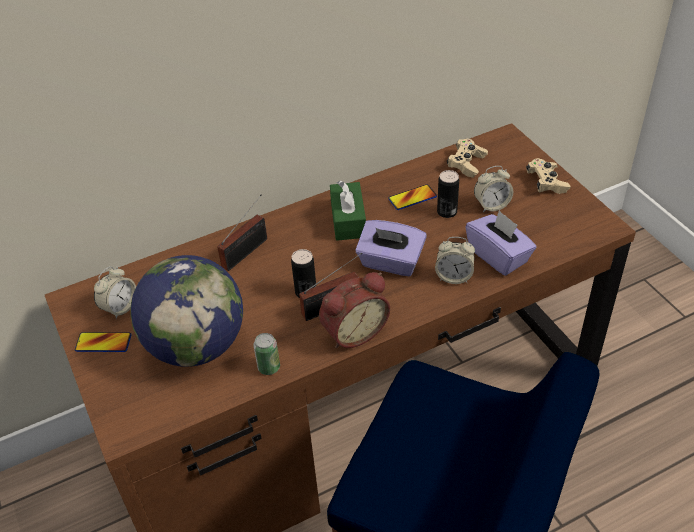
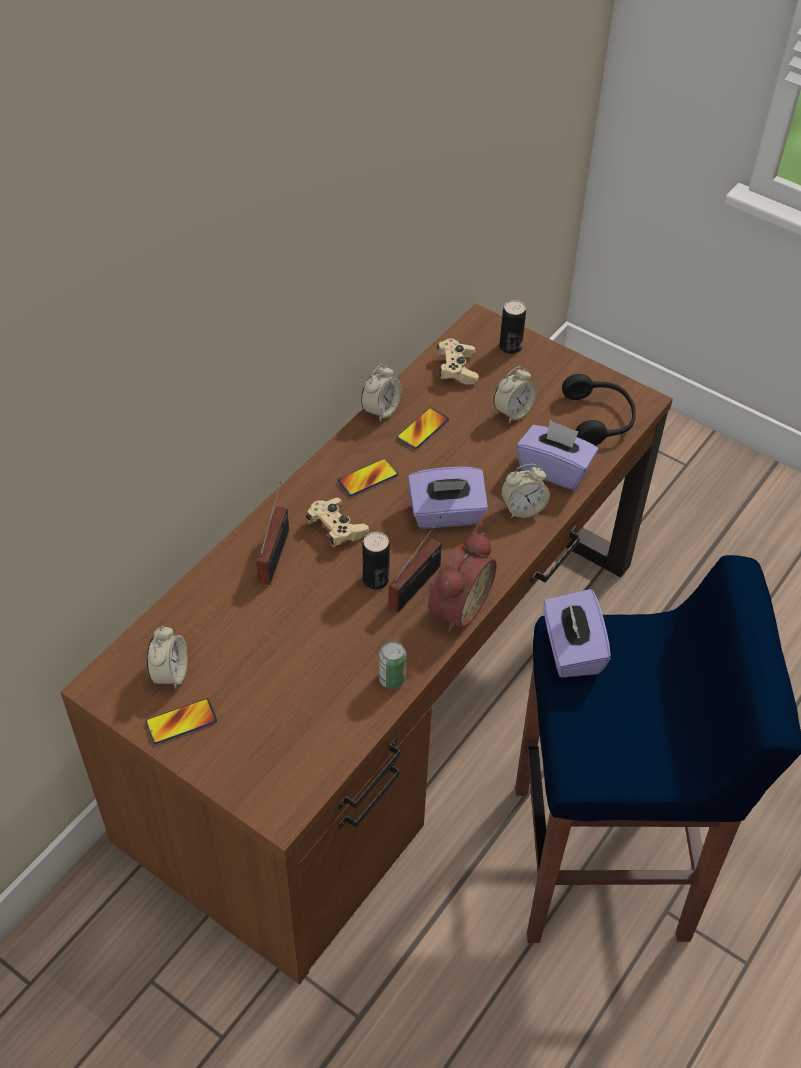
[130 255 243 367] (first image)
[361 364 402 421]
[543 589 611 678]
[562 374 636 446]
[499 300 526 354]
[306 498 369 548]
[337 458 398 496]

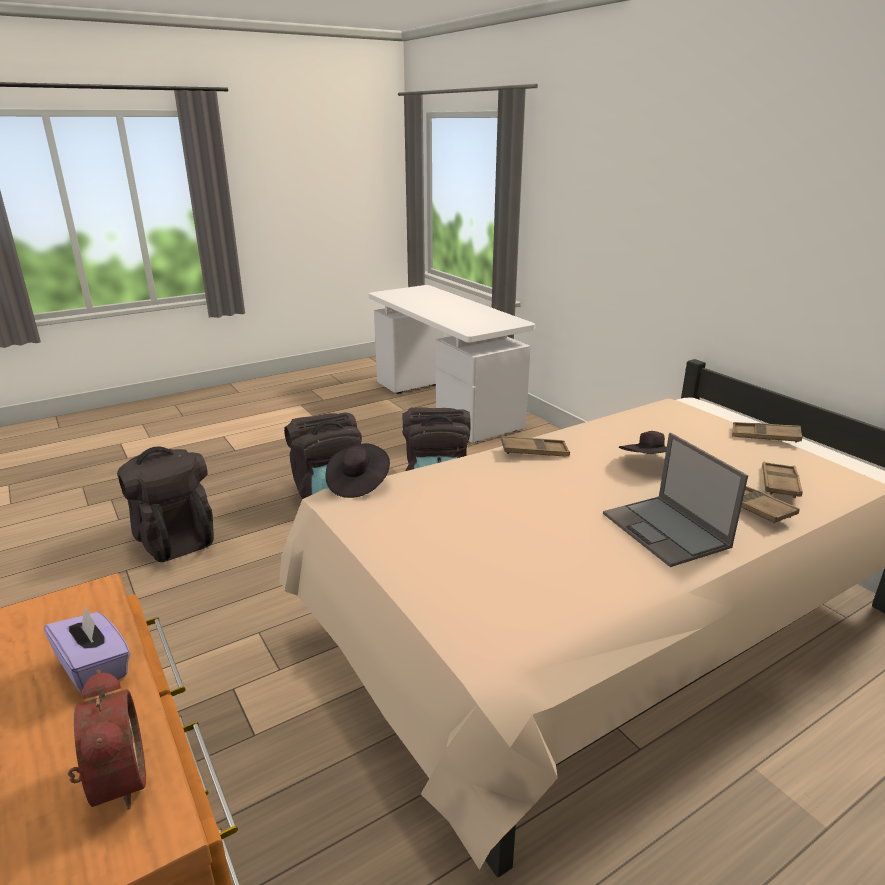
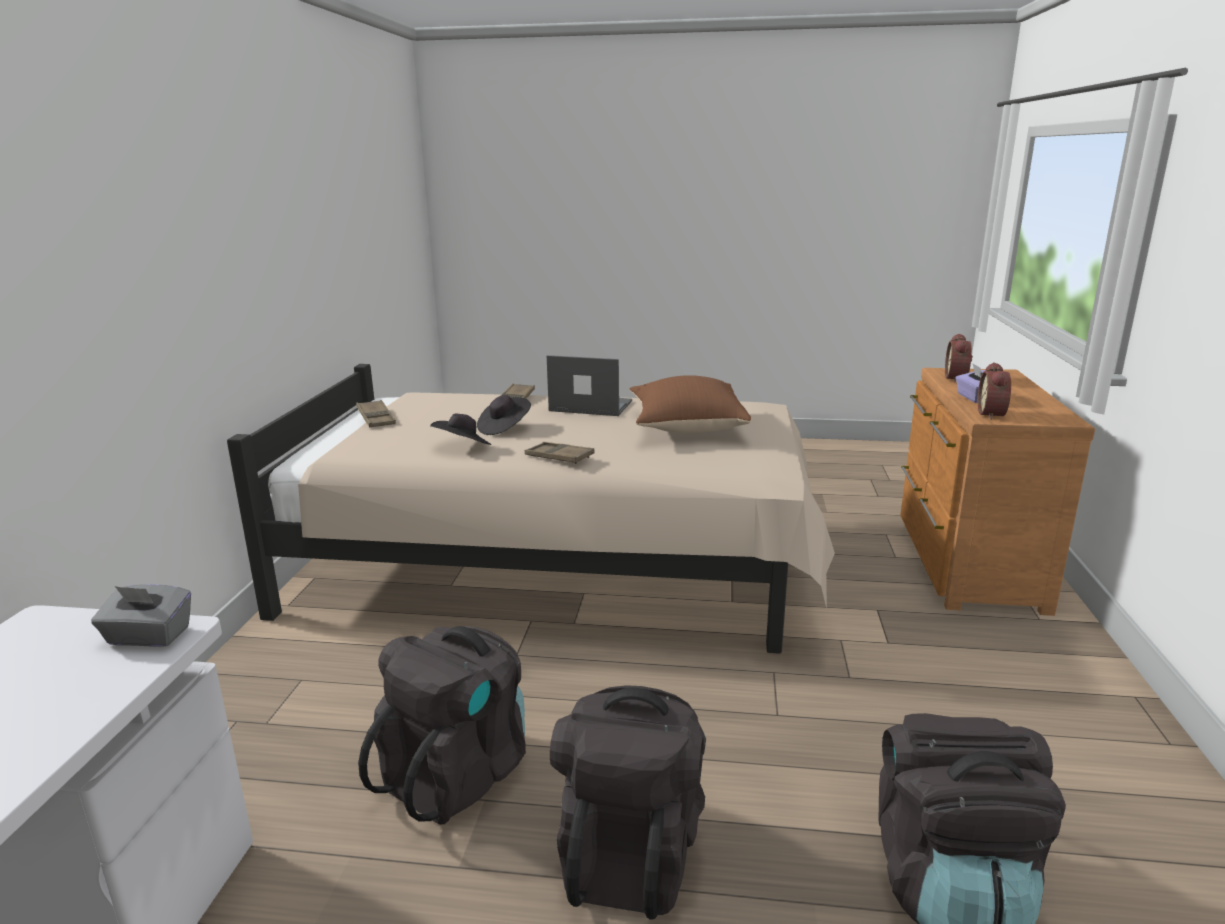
[762 462 803 498] (first image)
[91 584 191 647]
[630 375 751 433]
[978 362 1011 420]
[430 413 492 445]
[547 355 632 416]

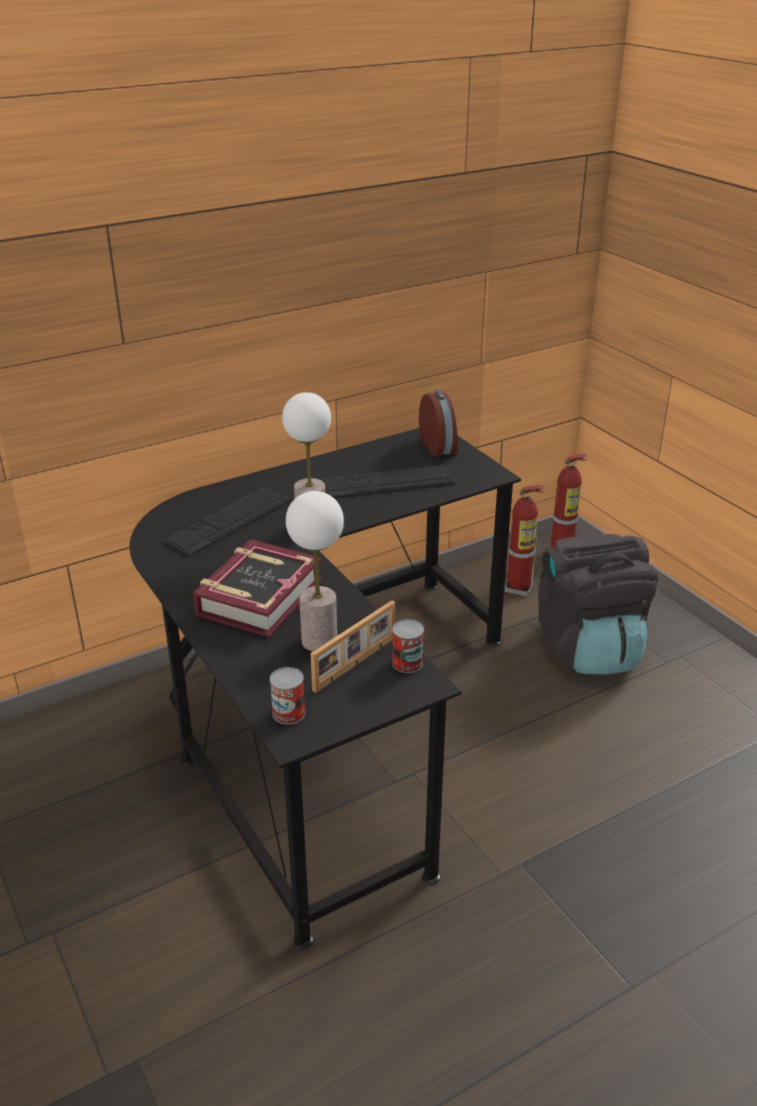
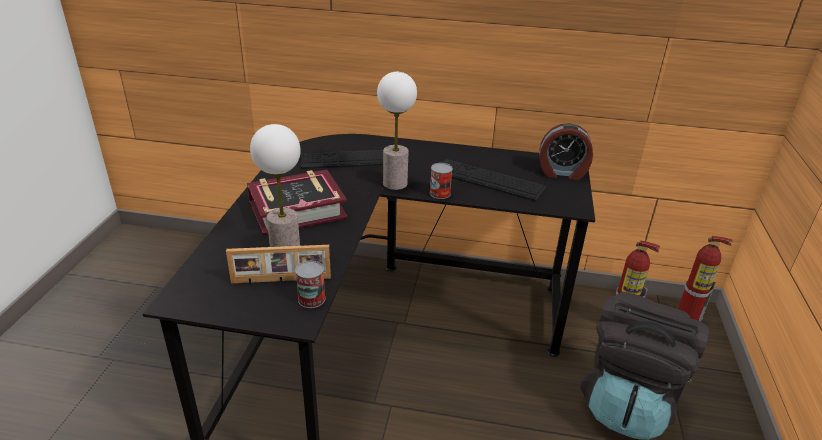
[430 163 453 199]
[539 123 593 180]

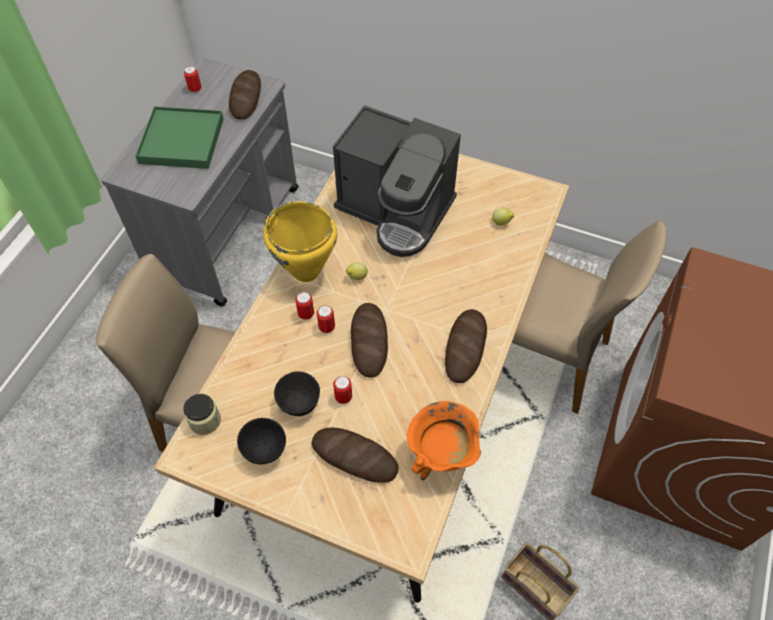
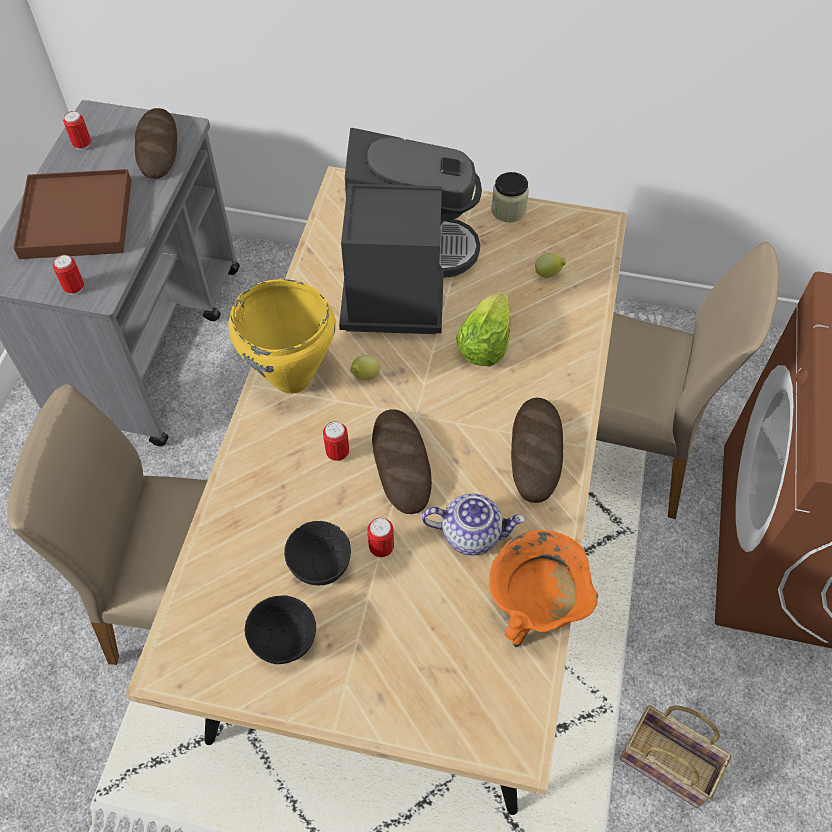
[312 428 398 483] (first image)
[422 493 525 555]
[456 291 510 366]
[491 172 529 222]
[53 255 84 295]
[13 169 131 259]
[339 128 482 334]

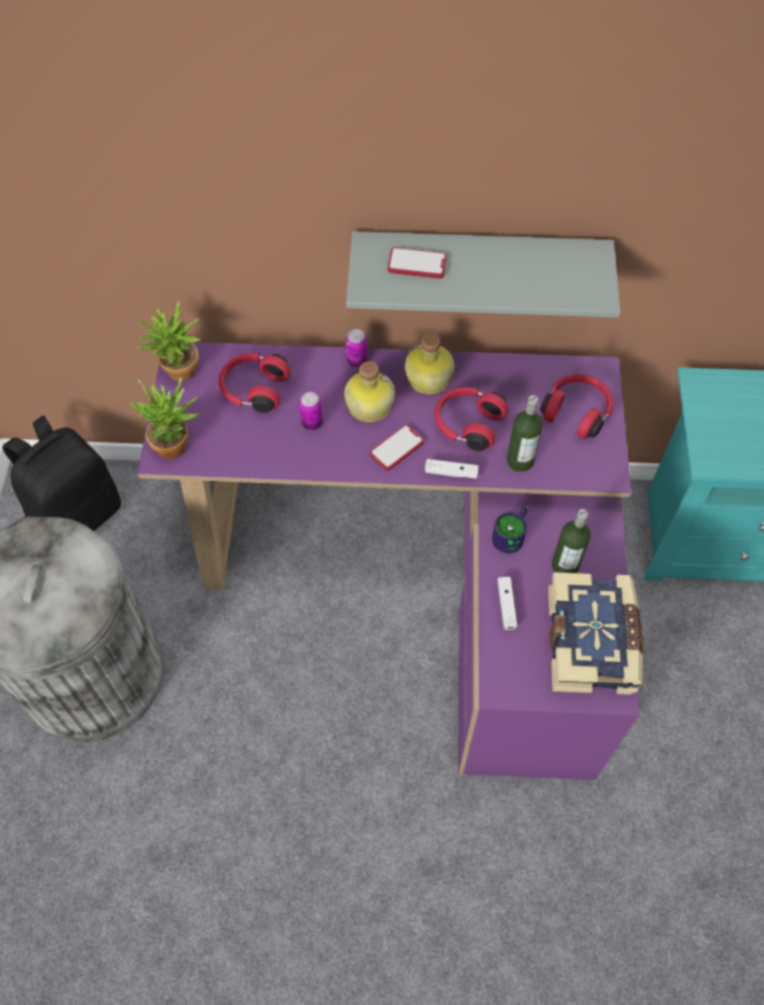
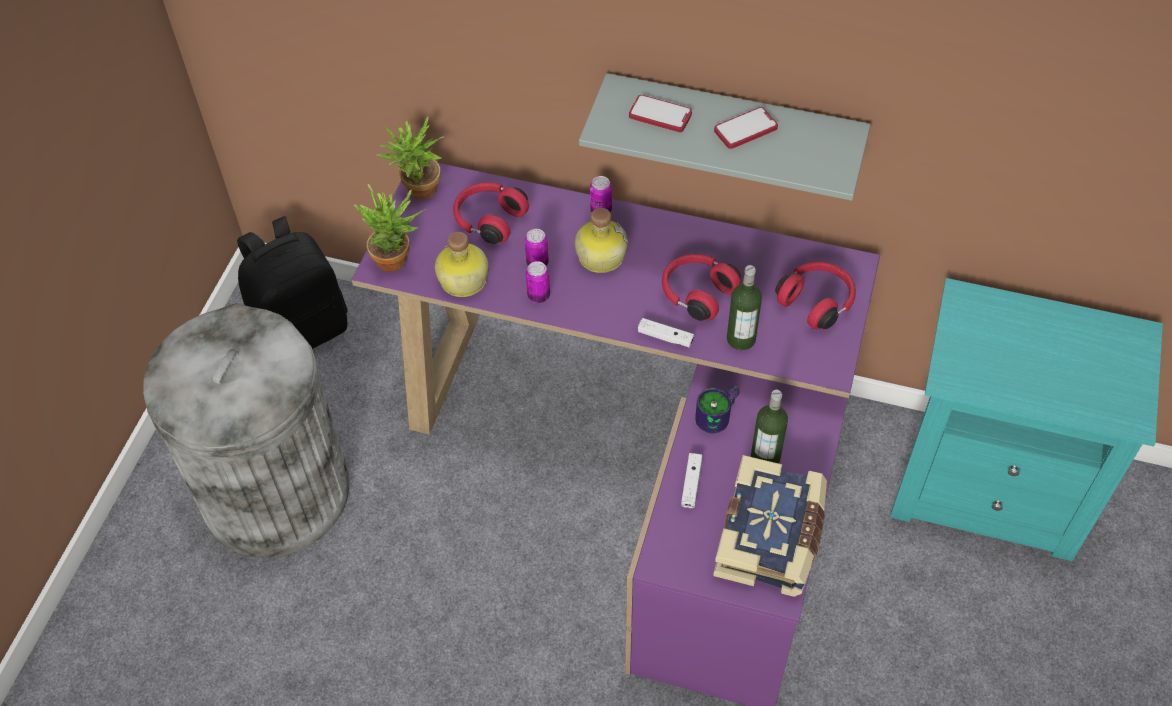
[526 261 550 303]
[714 107 778 149]
[435 232 489 297]

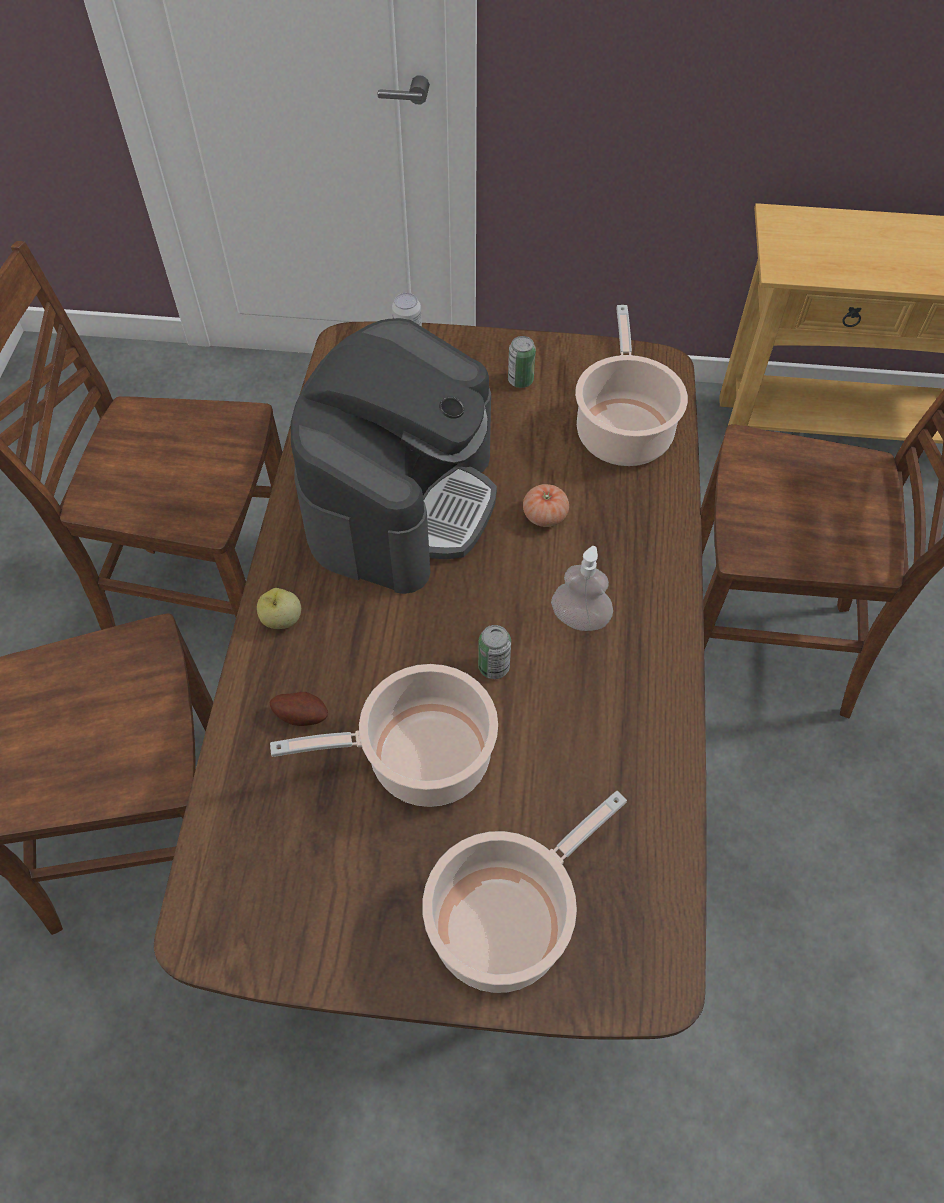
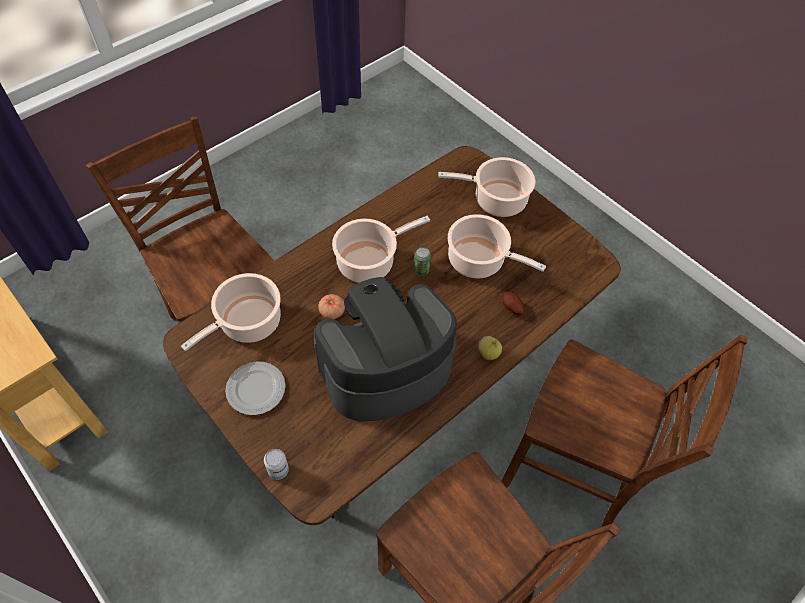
[225 362 286 415]
[332 216 430 283]

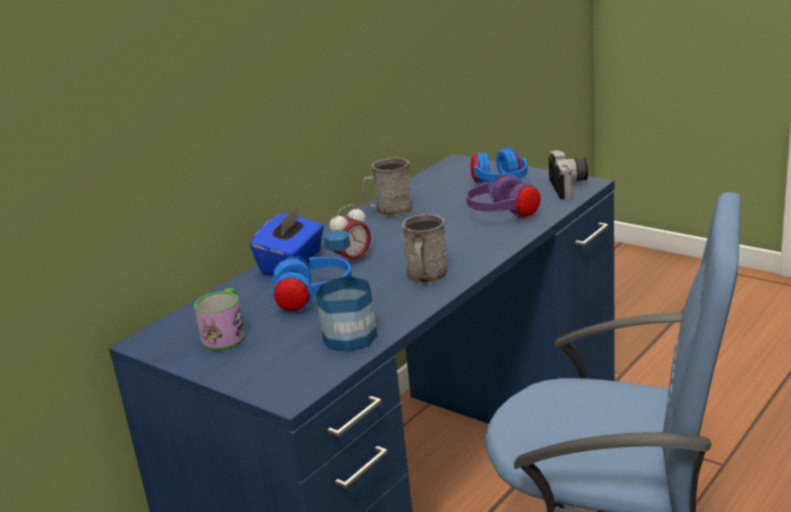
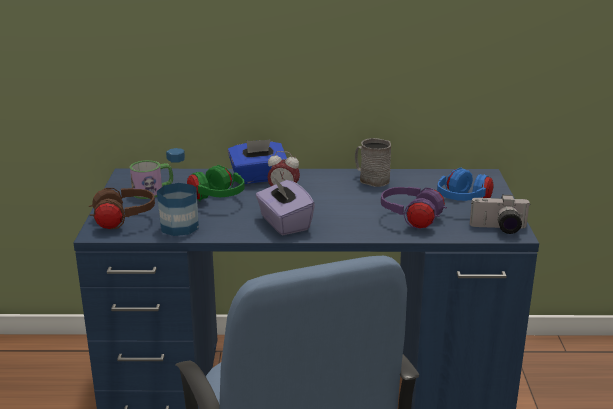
[89 188 155 229]
[256 177 315 235]
[187 165 245 202]
[470 195 531 234]

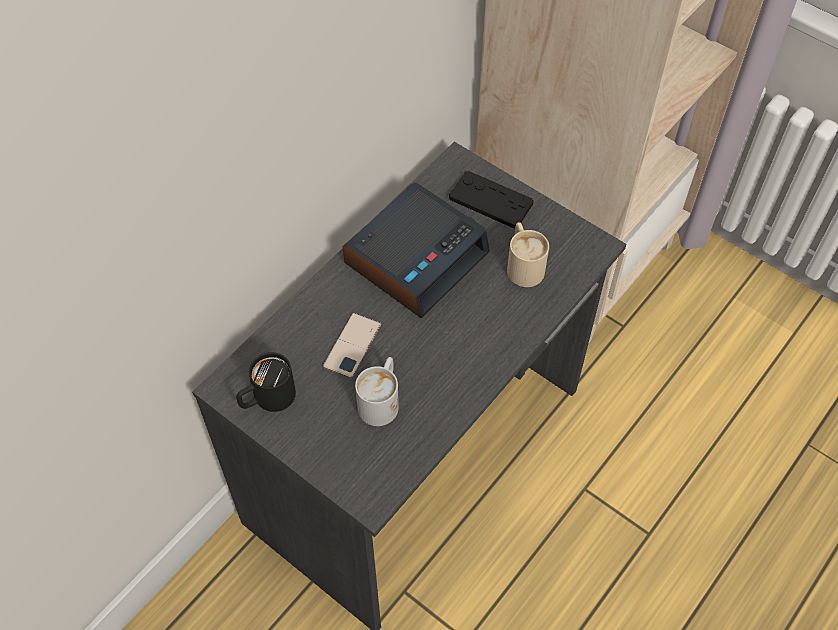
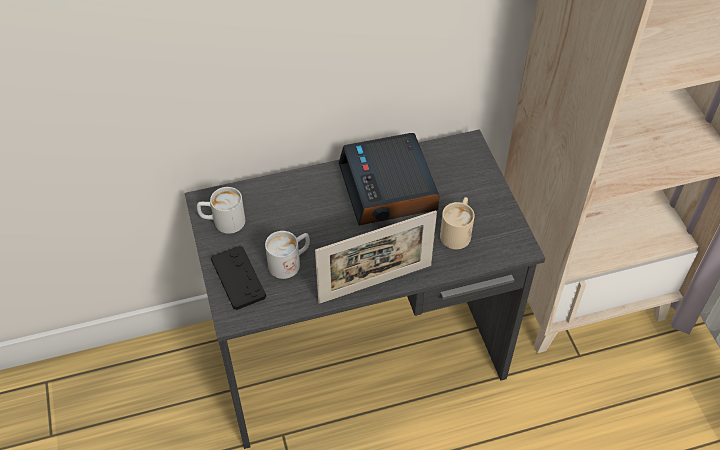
[323 313 381 379] (first image)
[315 210 437 304]
[211 246 266 310]
[197 187 245 234]
[339 133 440 226]

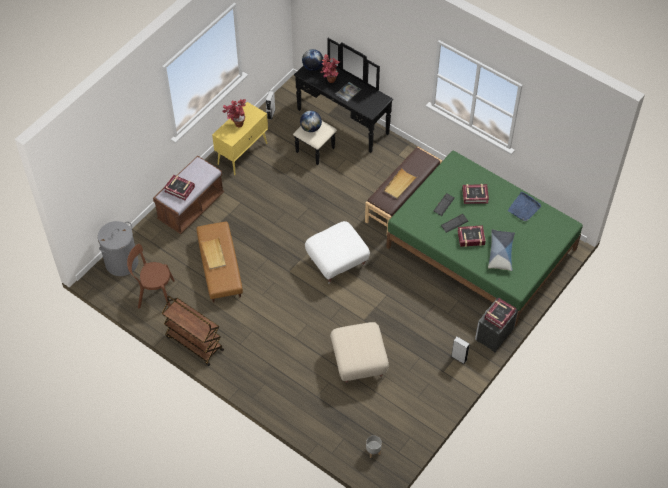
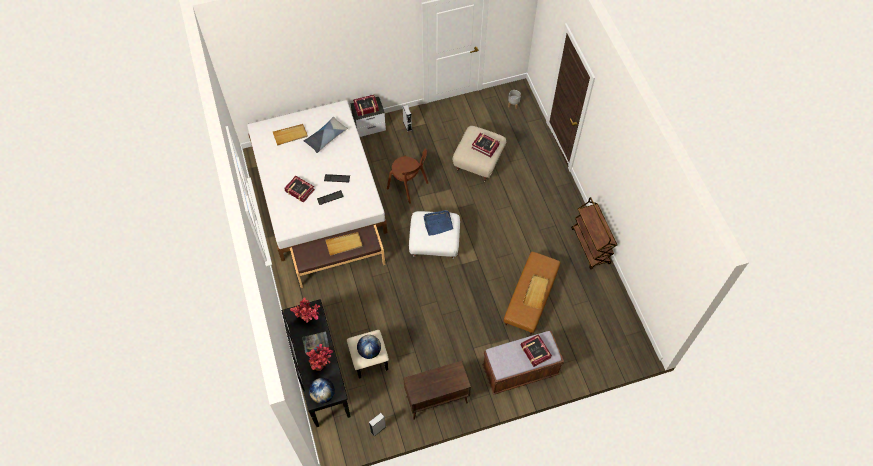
[98 221 138 276] (first image)
[273 124 308 145]
[387 149 428 204]
[290 297 320 323]
[472 133 500 157]
[424 210 453 236]
[403 361 471 419]
[247 100 387 261]

